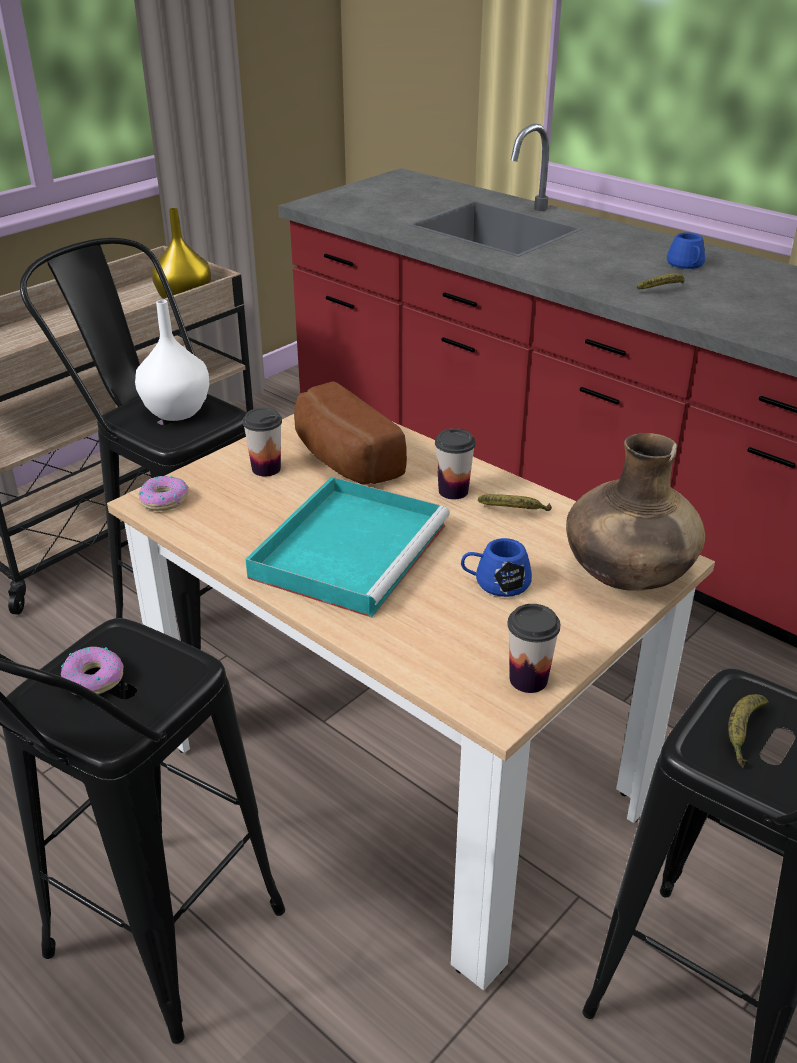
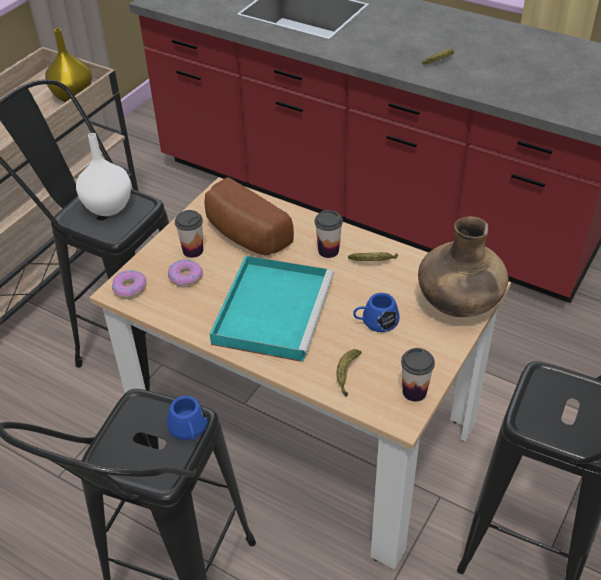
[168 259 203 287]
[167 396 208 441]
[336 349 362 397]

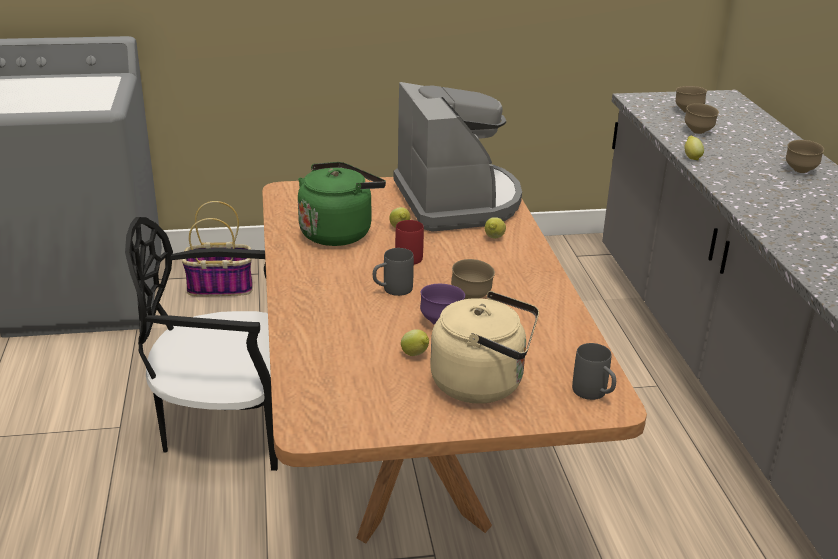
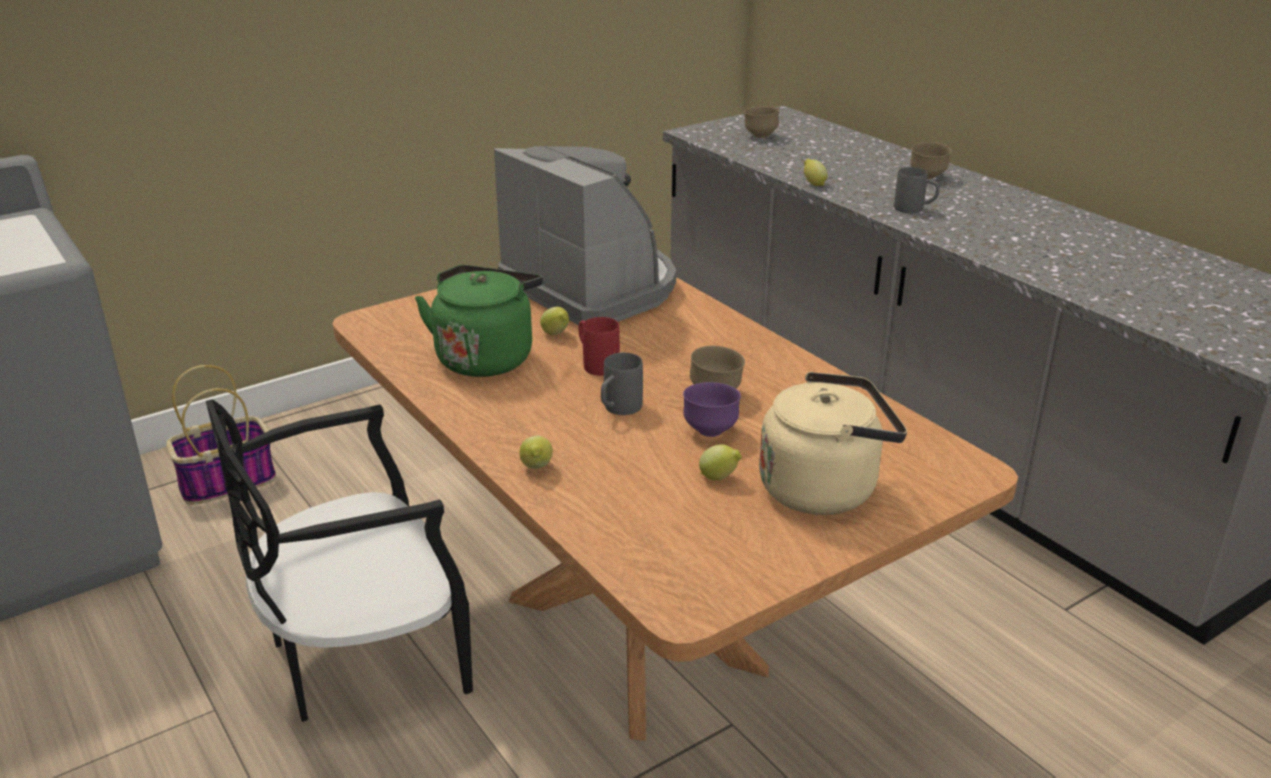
[685 103 719 134] (first image)
[519 436 553 469]
[894 167 940 213]

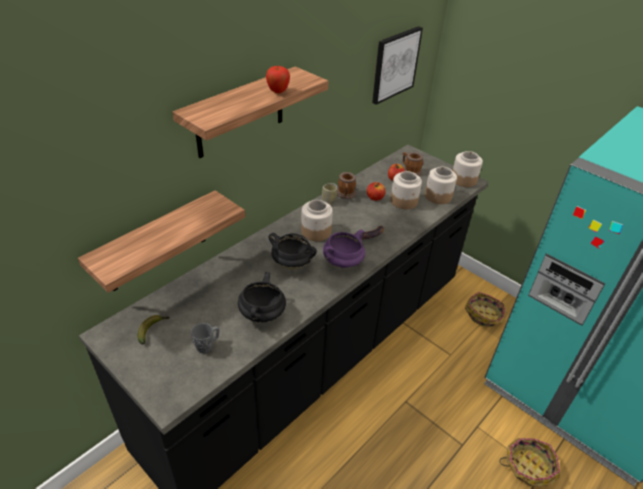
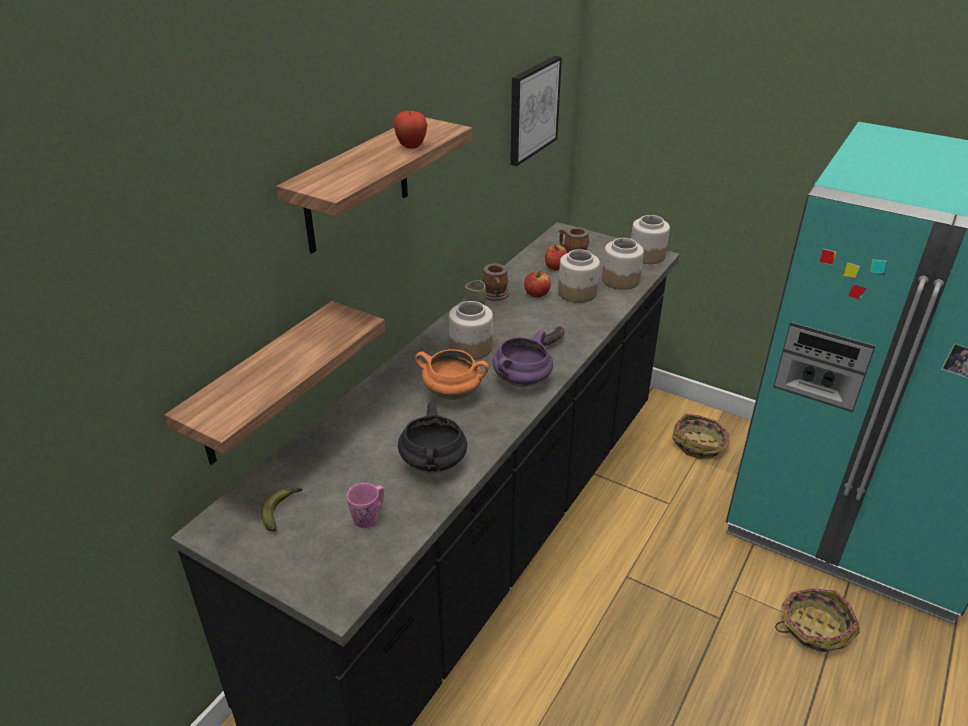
[347 483 384 528]
[415 349 489 400]

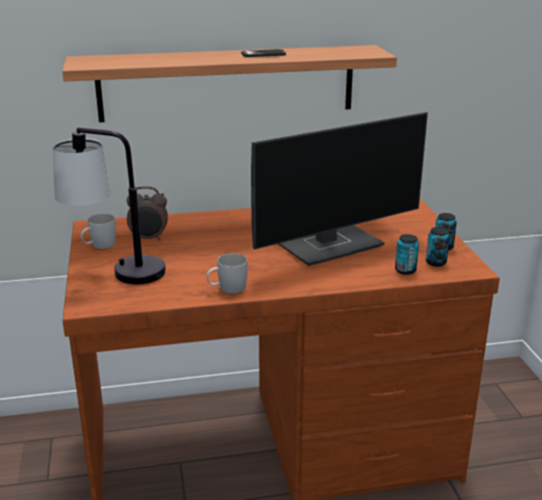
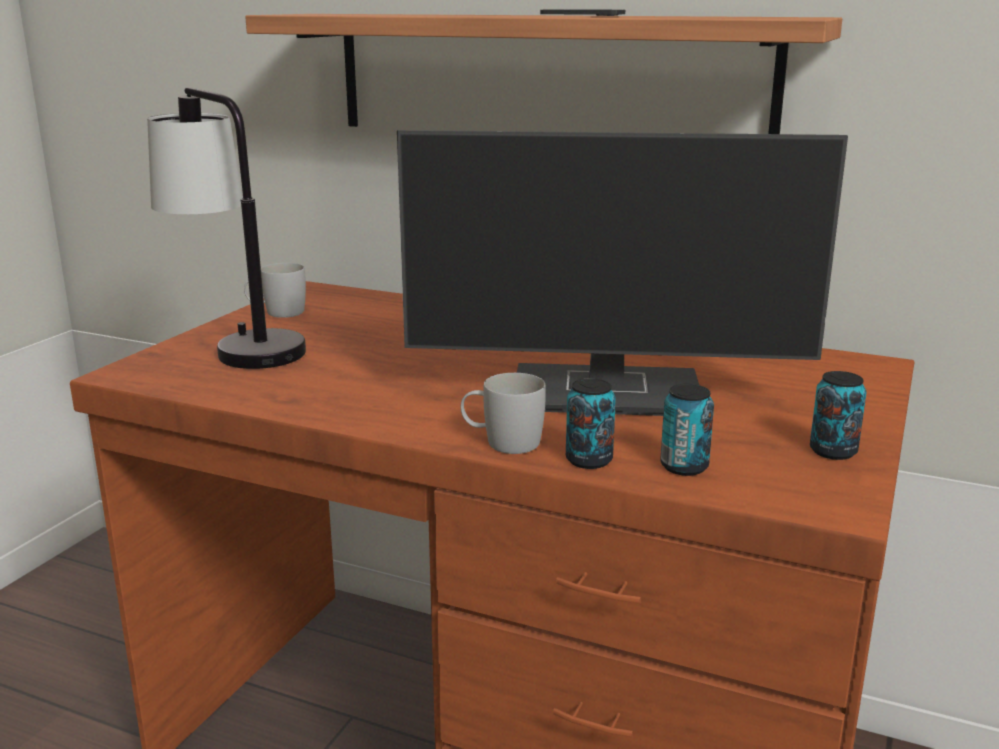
[127 186 168 241] (first image)
[461 373 546 454]
[566 378 616 469]

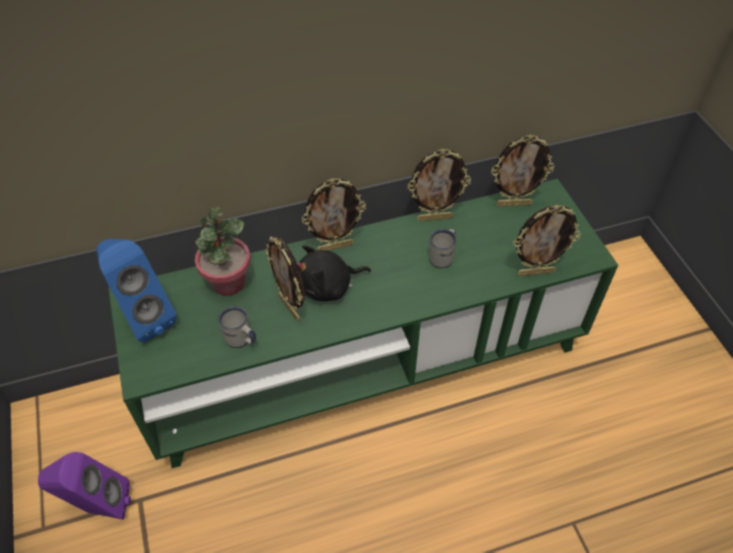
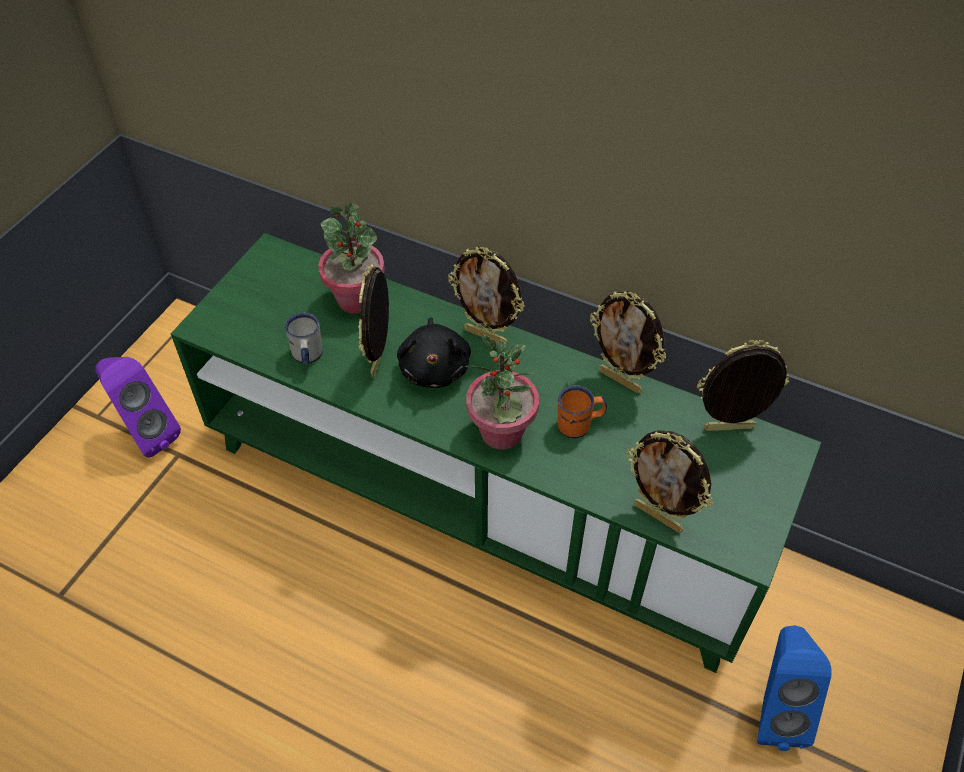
[465 335 539 450]
[757 625 832 751]
[557 385 607 438]
[397 318 471 388]
[697 340 790 431]

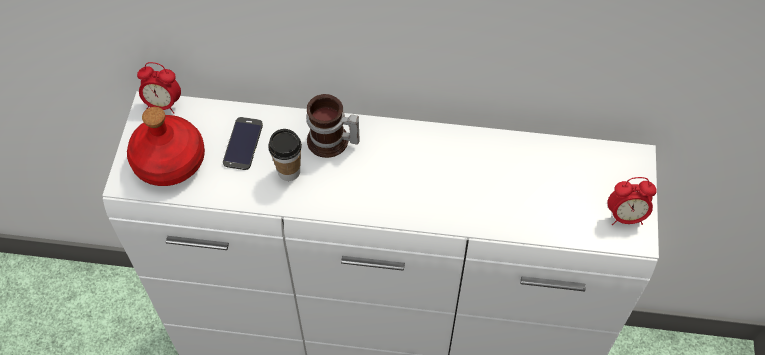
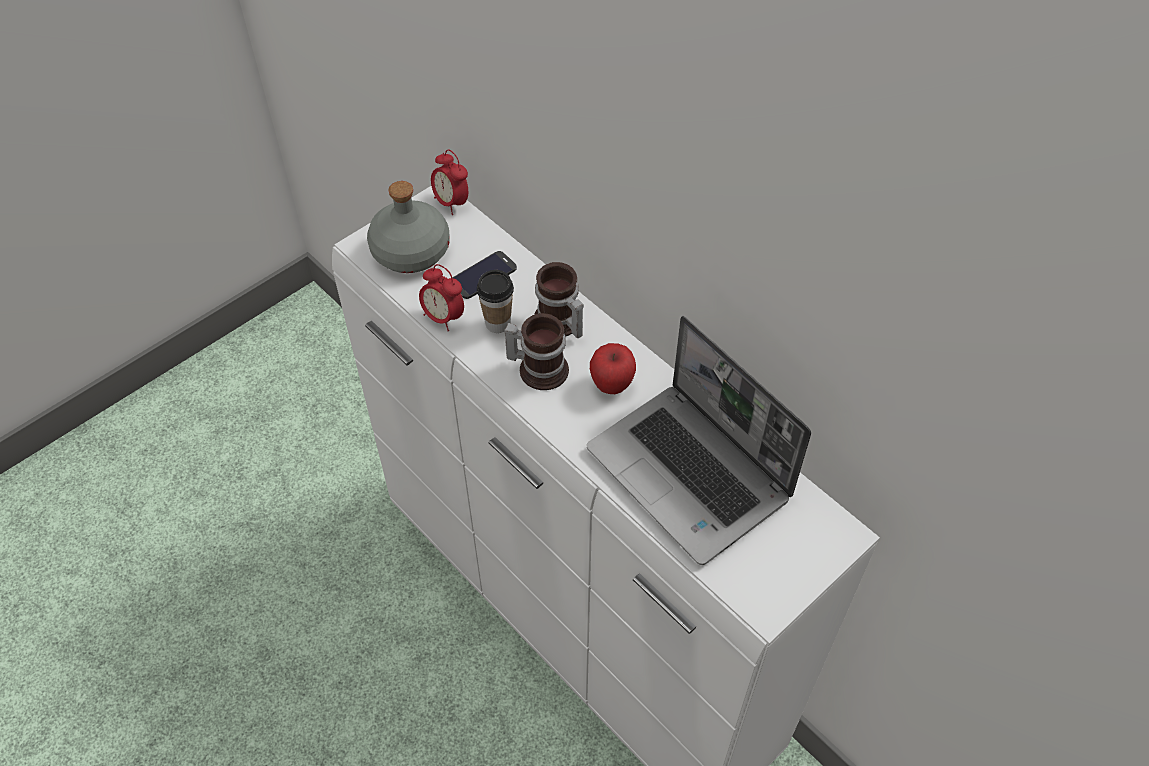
[504 313 569 390]
[587 316 811 565]
[590 343 636 394]
[419 264 464 331]
[367 181 450 273]

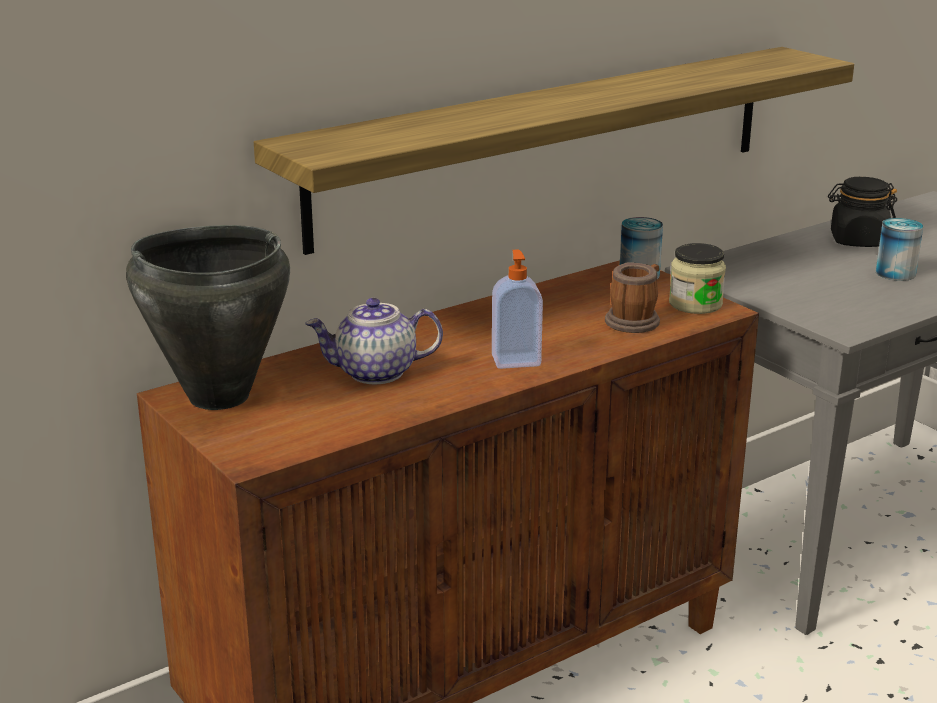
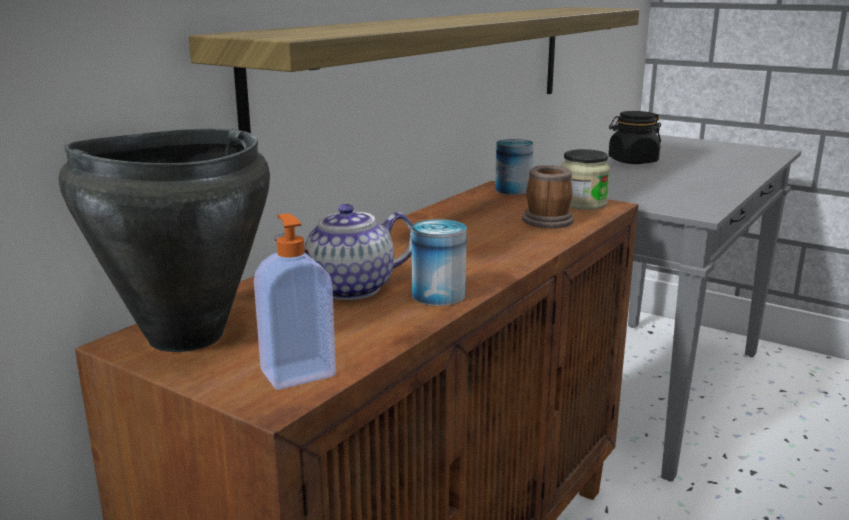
[254 213 336 390]
[411 219 467 306]

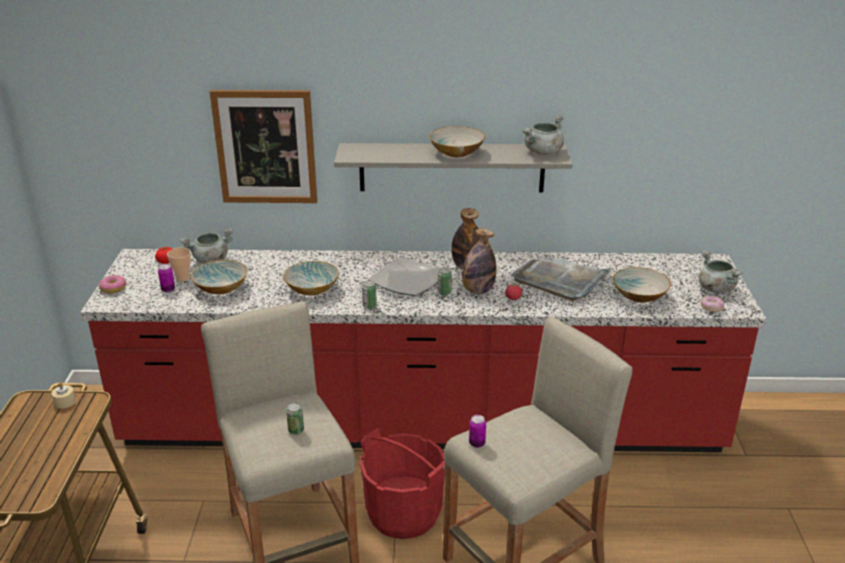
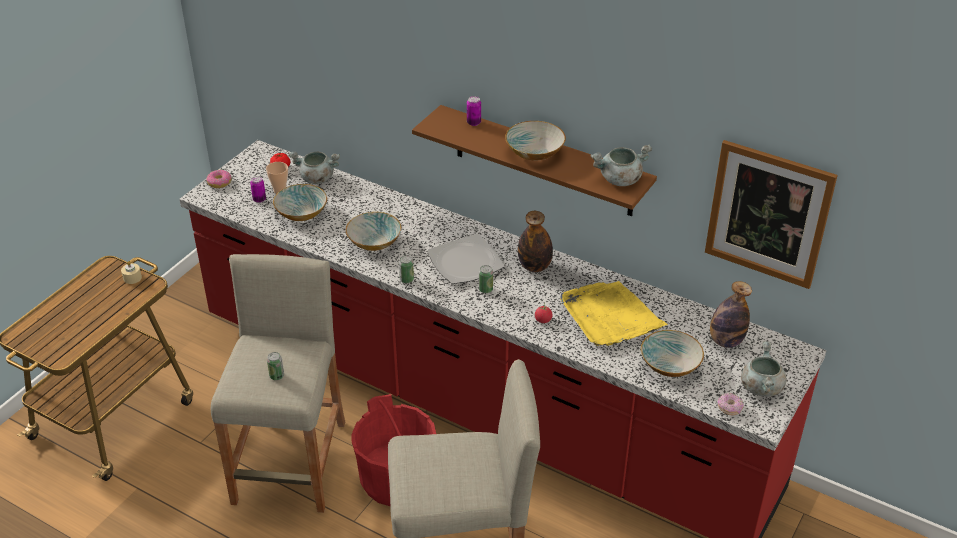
[705 140 838 289]
[710 281 752 348]
[467 96 481 126]
[412 105 657 216]
[560 281 668 346]

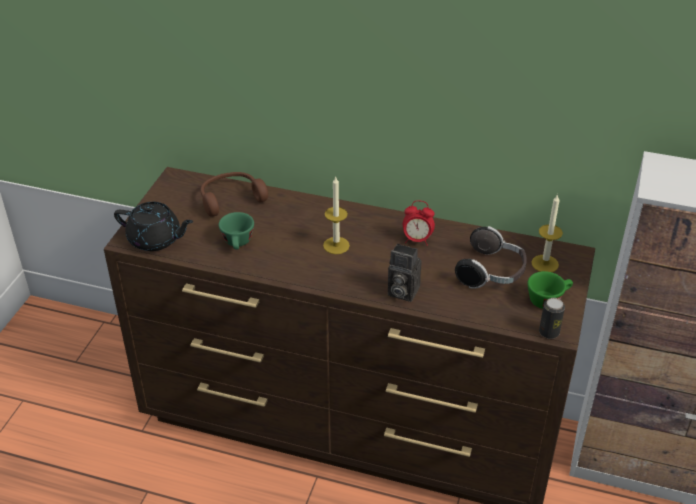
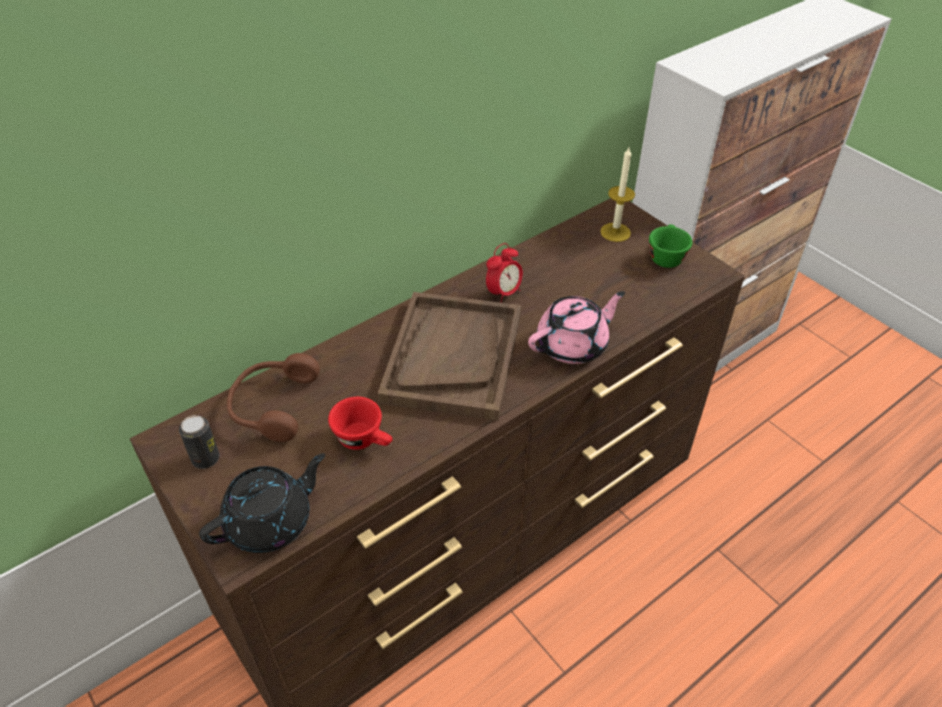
[455 226 527 288] (first image)
[179 415 220 469]
[378 292 521 421]
[528 291 625 364]
[328 397 392 450]

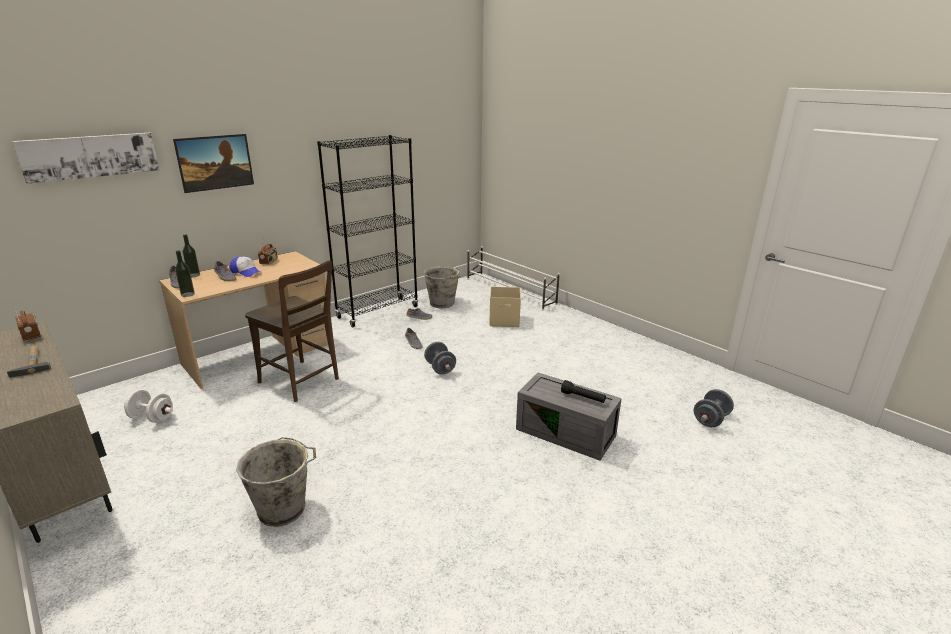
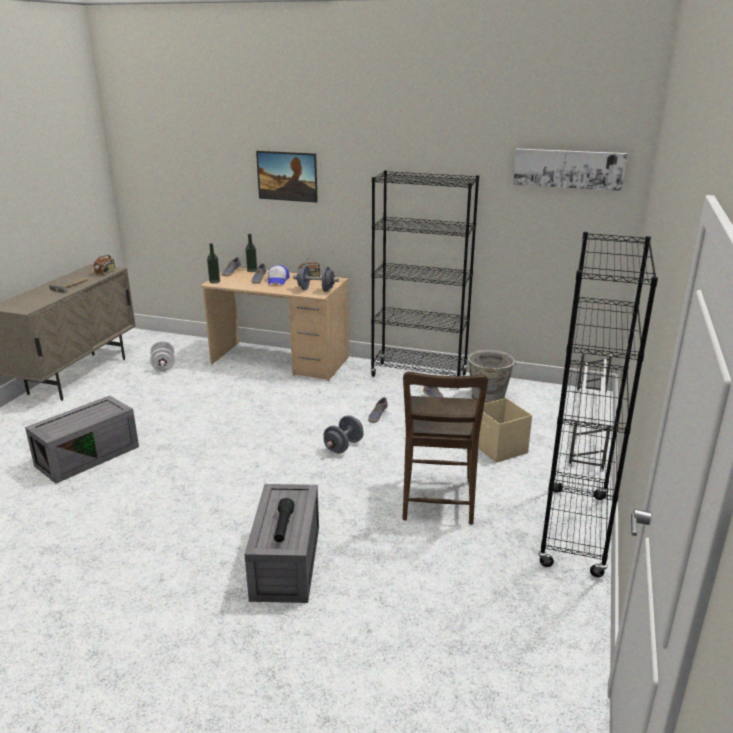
[538 232 658 577]
[513 149 627 191]
[403 372 488 525]
[293 265 339 292]
[25 396 139 484]

